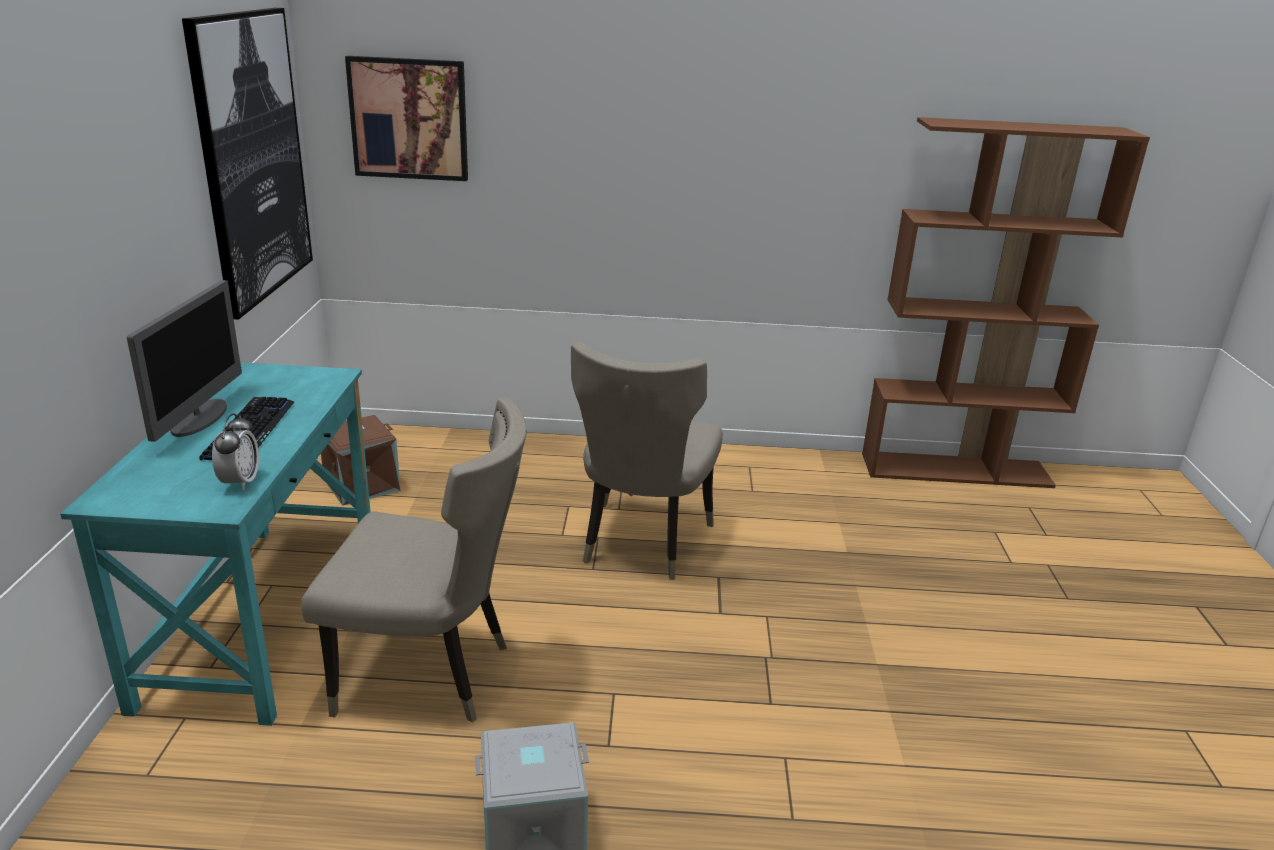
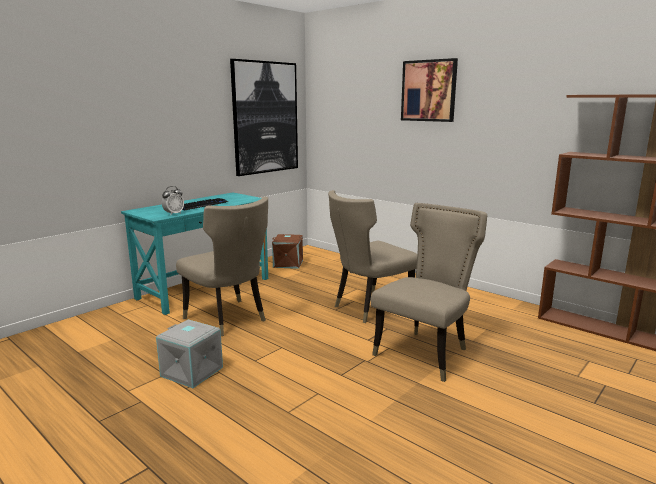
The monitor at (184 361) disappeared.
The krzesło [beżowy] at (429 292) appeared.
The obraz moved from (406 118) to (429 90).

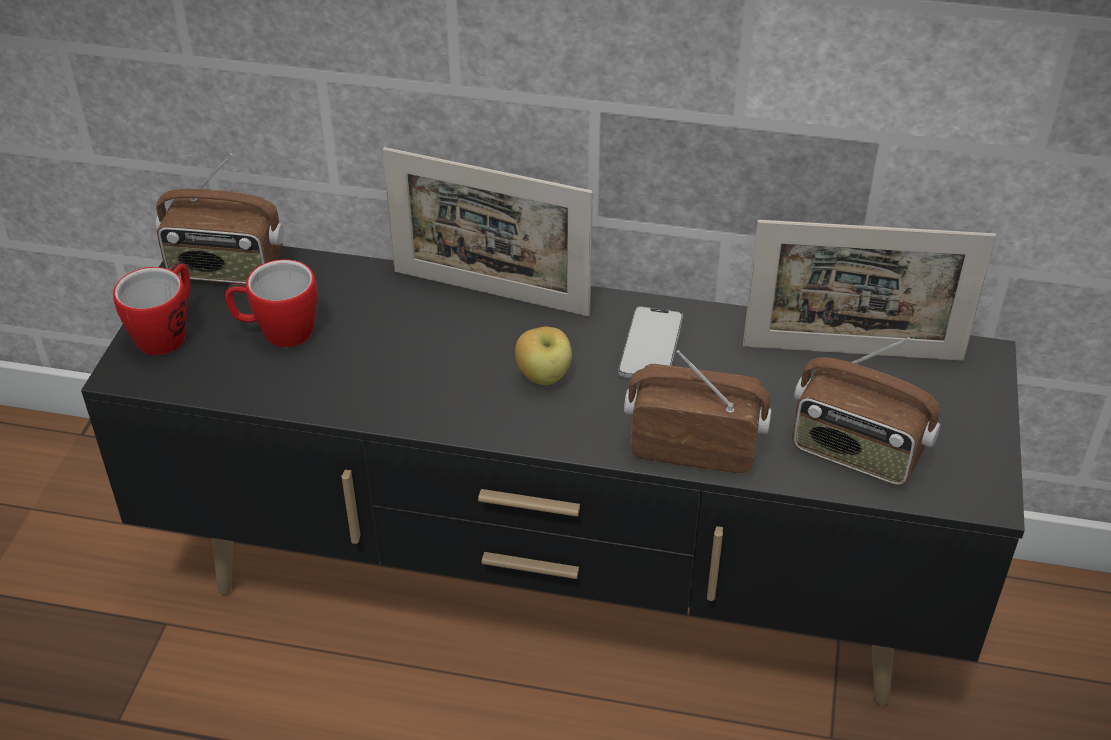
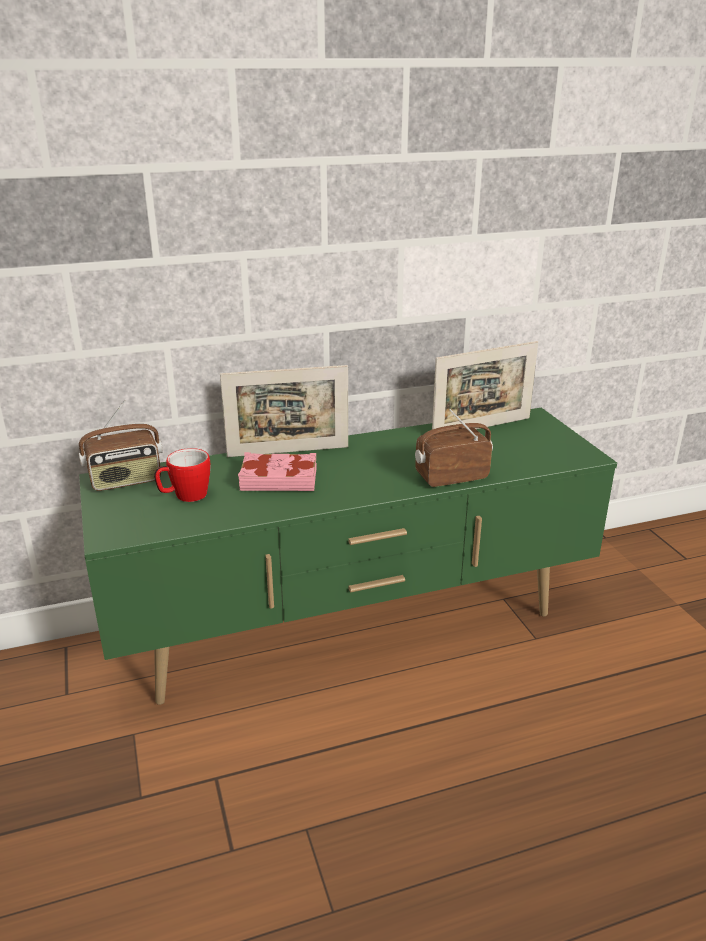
The kubek at (151 308) disappeared.
The jabłko at (543 356) disappeared.
The telefon at (650 342) disappeared.
The radio at (866 411) disappeared.
The książka [różowy] at (277 471) appeared.
The szafka pod telewizor [czarny] at (553 475) became the szafka pod telewizor [zielony] at (348 556).

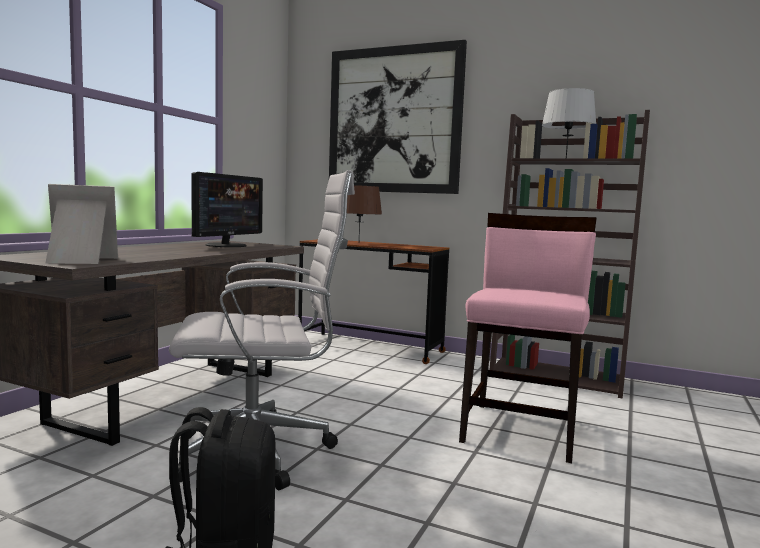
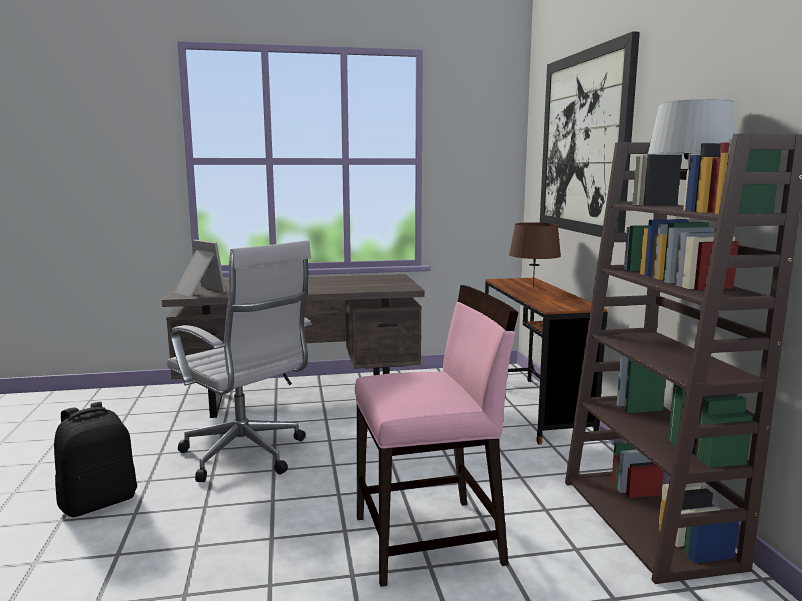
The monitor at (227 209) disappeared.

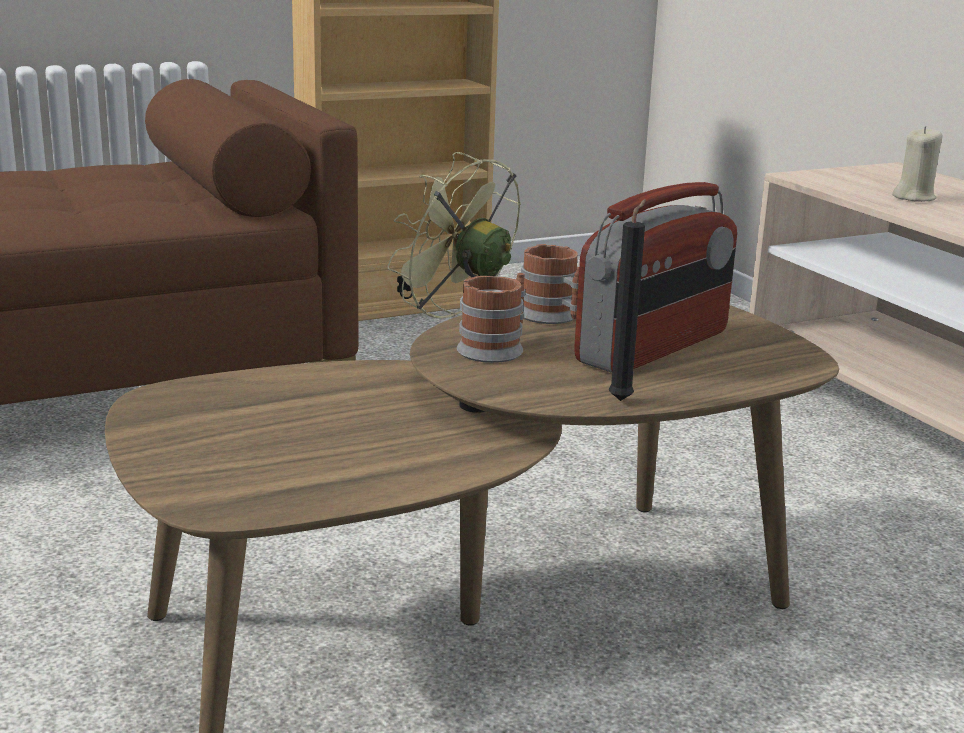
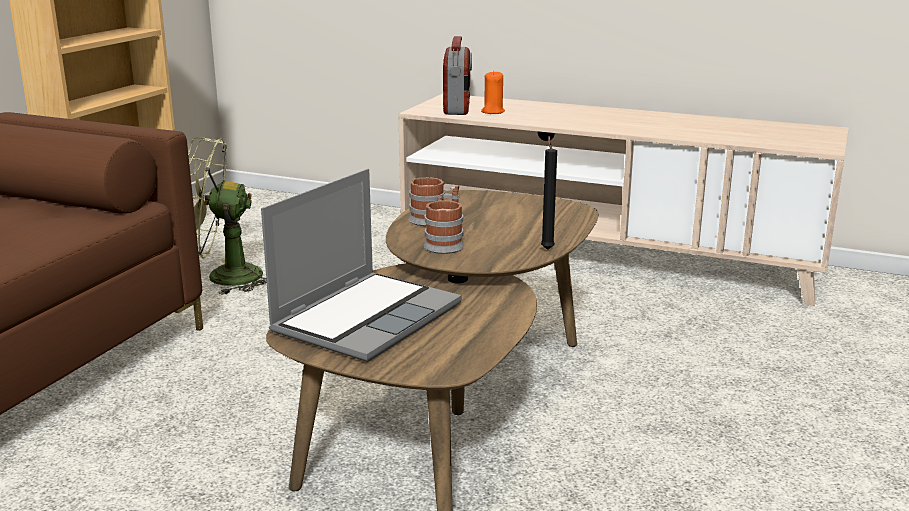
The laptop at (361 265) appeared.
The radio moved from (655 277) to (457 75).
The świeca [beżowy] at (917 164) became the świeca [pomarańczowy] at (493 92).

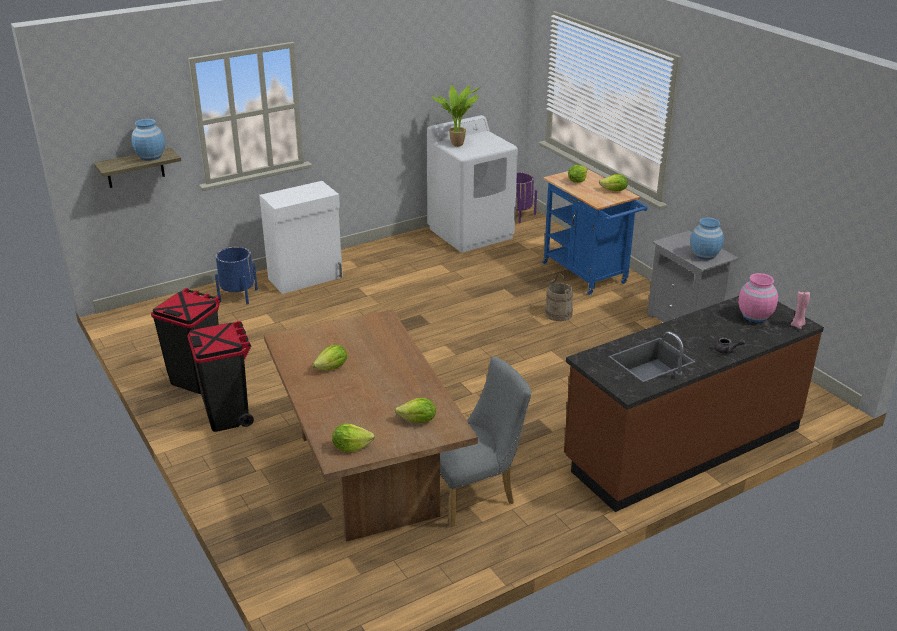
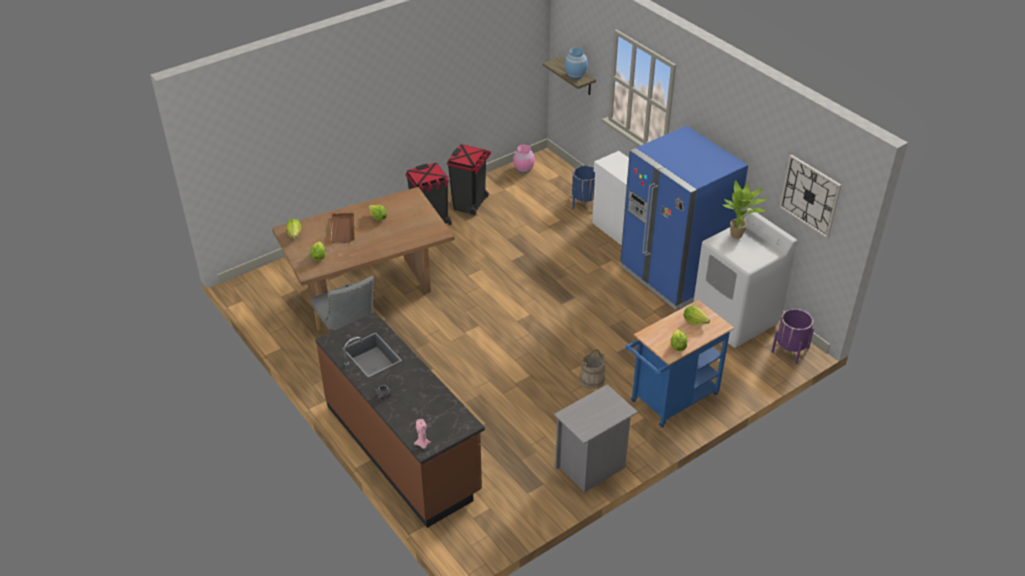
The wazon [niebieski] at (707 239) disappeared.
The taca [brązowy] at (342 228) appeared.
The lodówka [niebieski] at (684 218) appeared.
The zegar ścienny at (810 196) appeared.
The wazon [różowy] moved from (758 297) to (524 159).

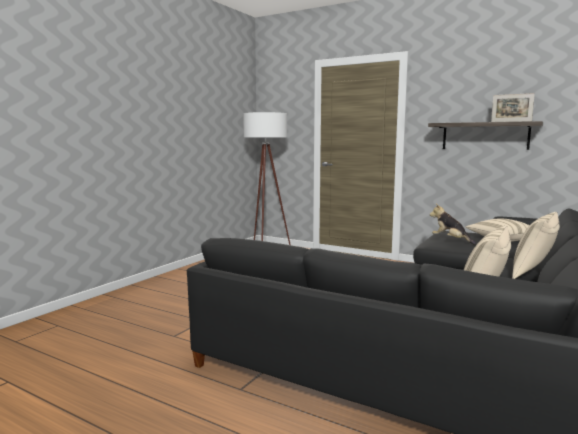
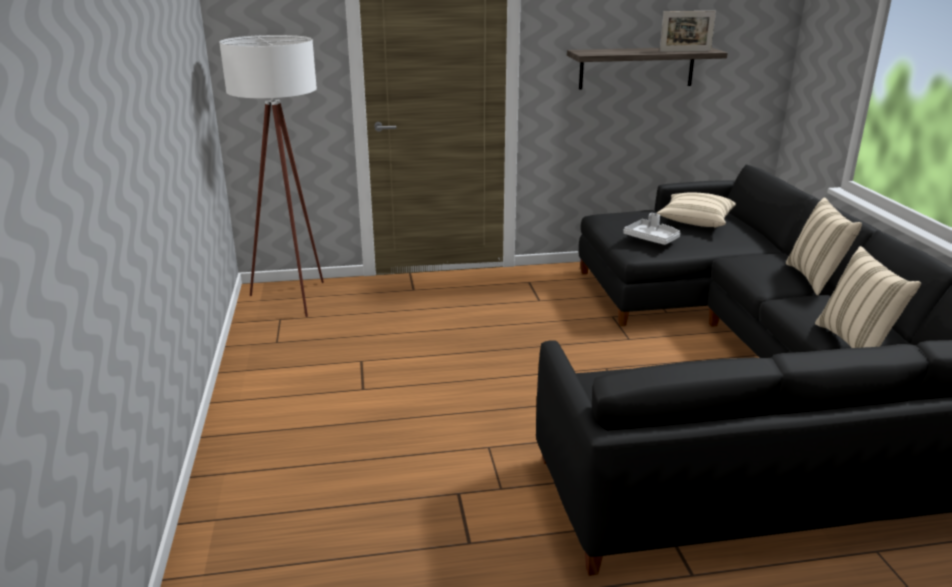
The pluszak at (453 224) was replaced by the taca [szary] at (651 229).

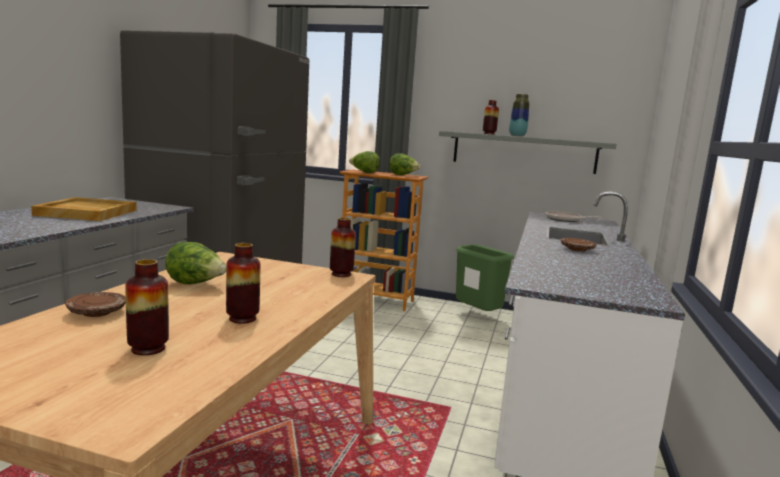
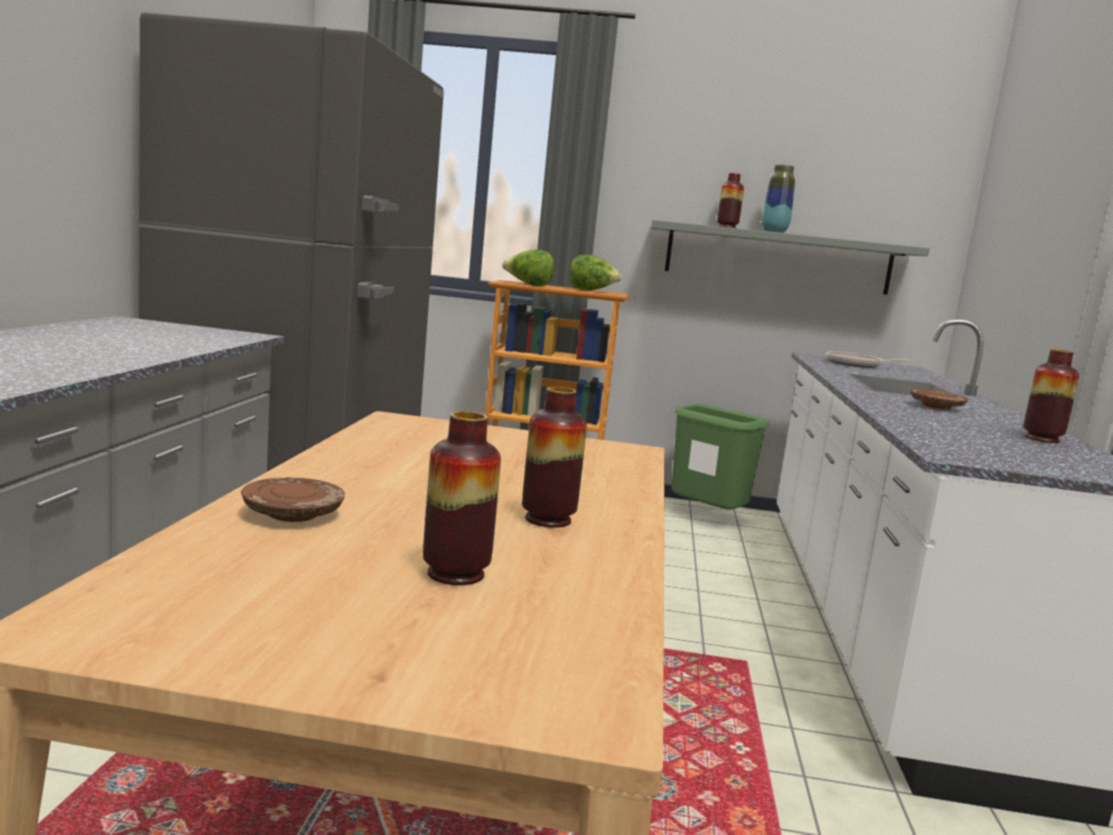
The taca [beżowy] at (84 209) disappeared.
The sałata at (195 263) disappeared.
The wazon moved from (343 247) to (1051 396).

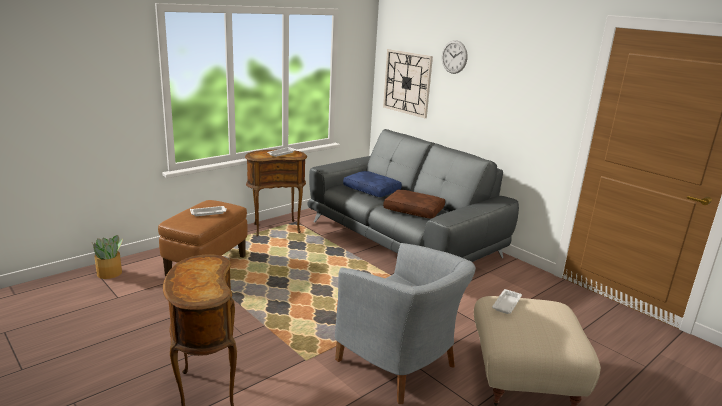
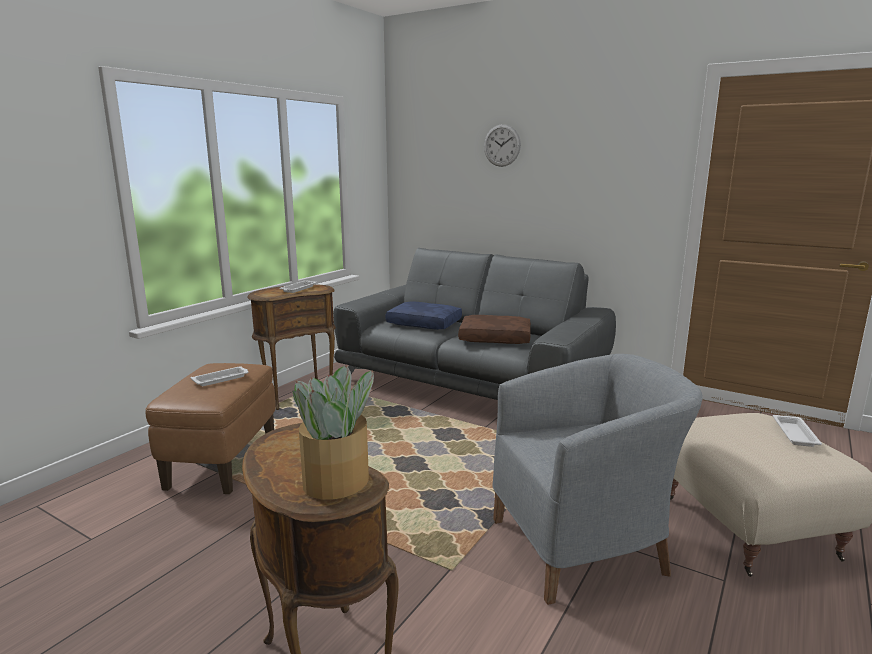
The zegar ścienny at (408 83) disappeared.
The roślina doniczkowa moved from (107 257) to (333 432).
The taca [biały] moved from (507 301) to (797 431).
The fotel [szary] at (405 323) turned 45 degrees counterclockwise.

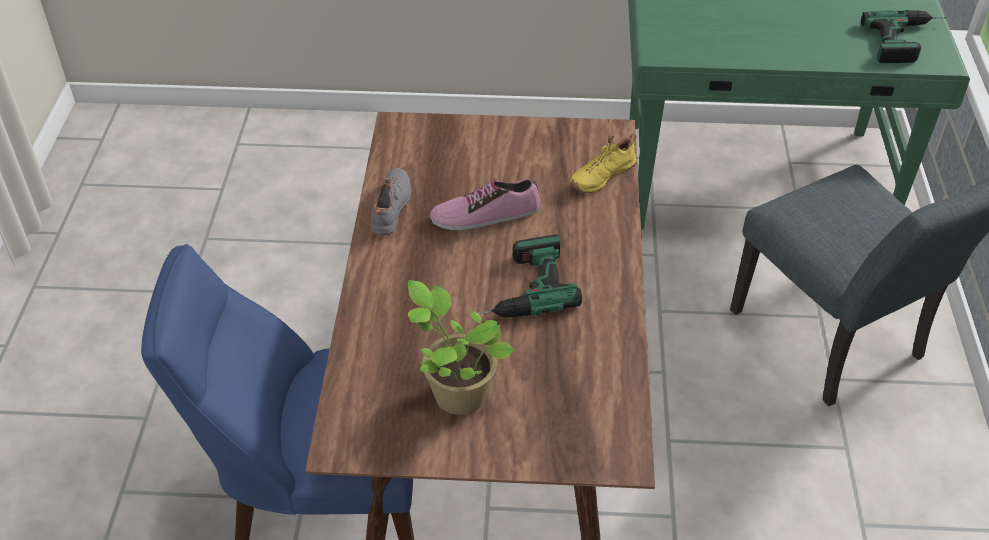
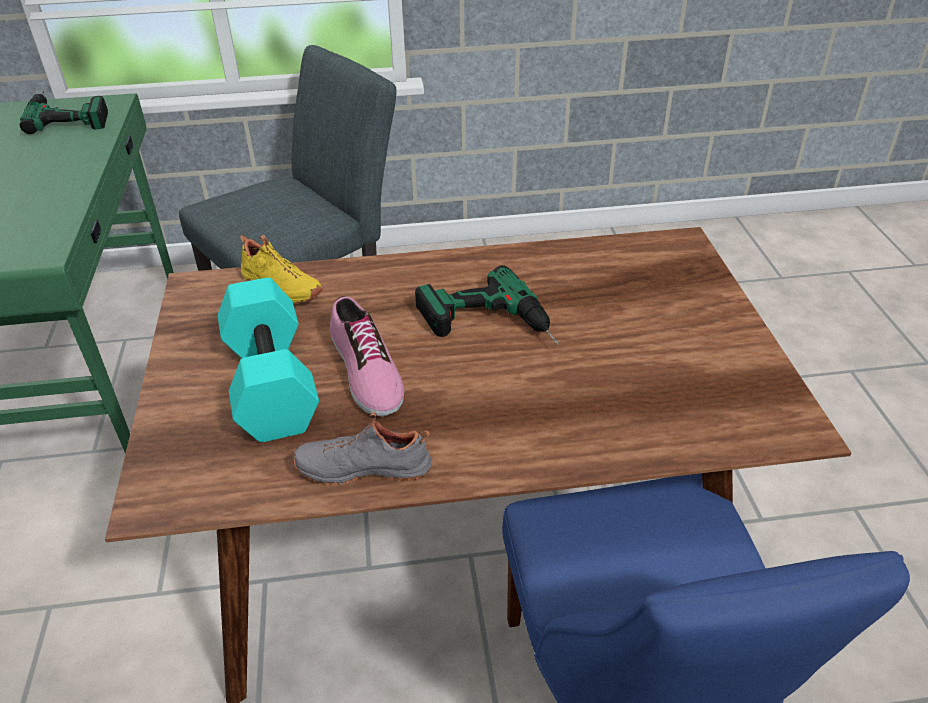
The roślina doniczkowa at (461 347) disappeared.
The hantel [turkusowy] at (268 359) appeared.

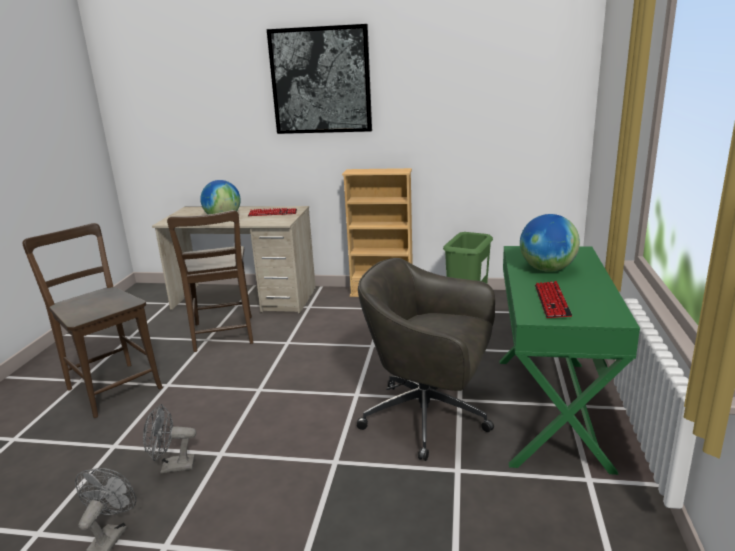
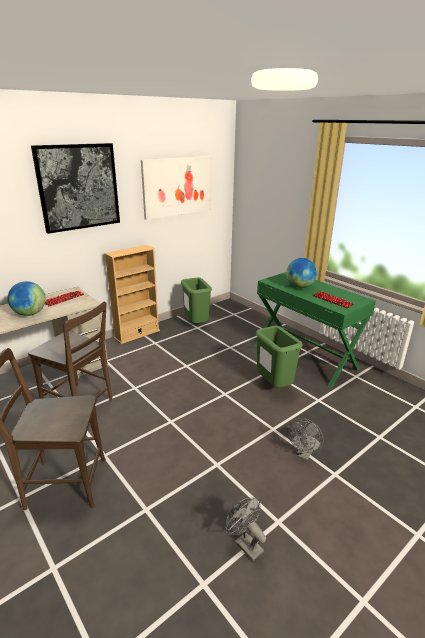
The obraz at (176 188) appeared.
The wentylator [szary] moved from (169 438) to (306 439).
The krzesło biurowe [szary] at (426 359) was replaced by the kosz na śmieci [zielony] at (279 356).

